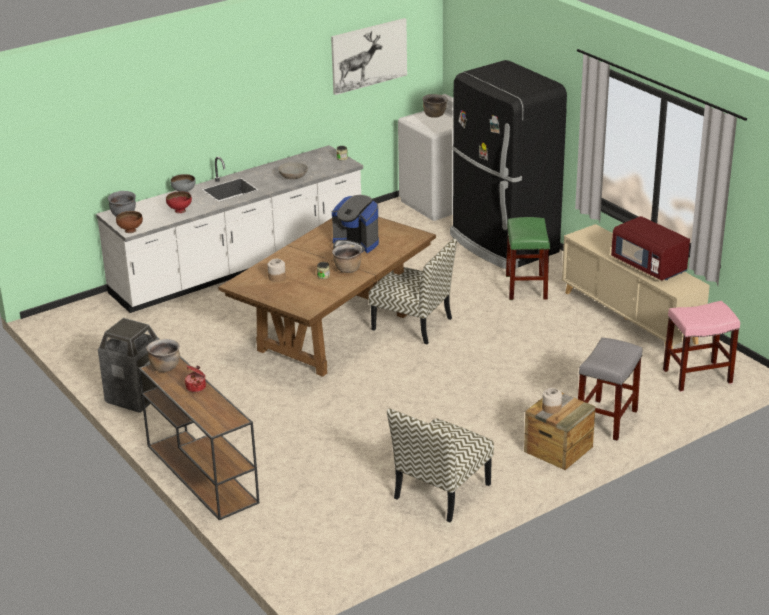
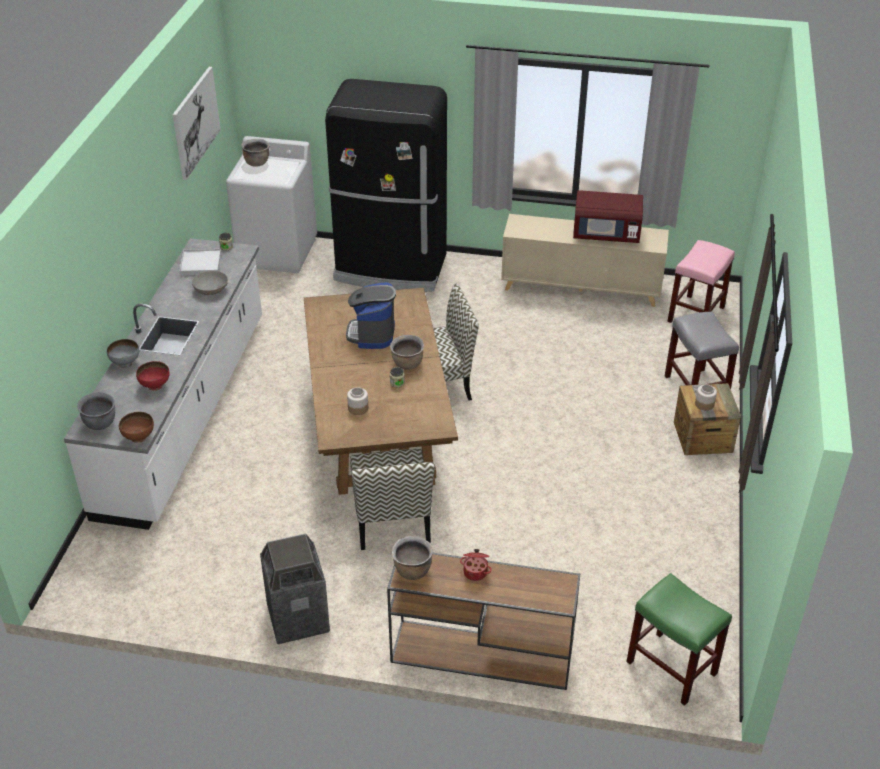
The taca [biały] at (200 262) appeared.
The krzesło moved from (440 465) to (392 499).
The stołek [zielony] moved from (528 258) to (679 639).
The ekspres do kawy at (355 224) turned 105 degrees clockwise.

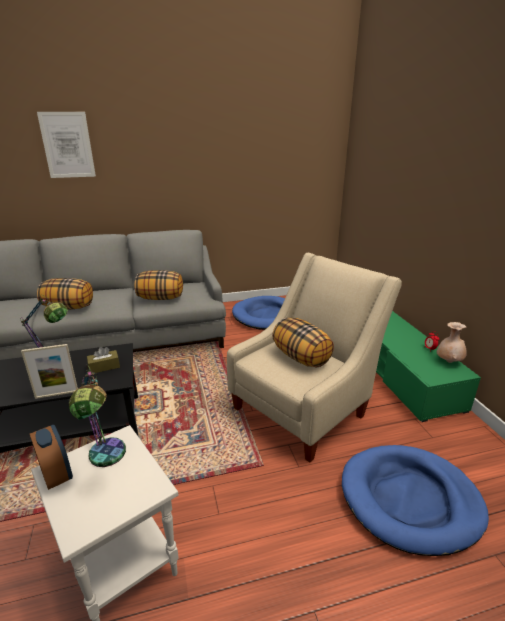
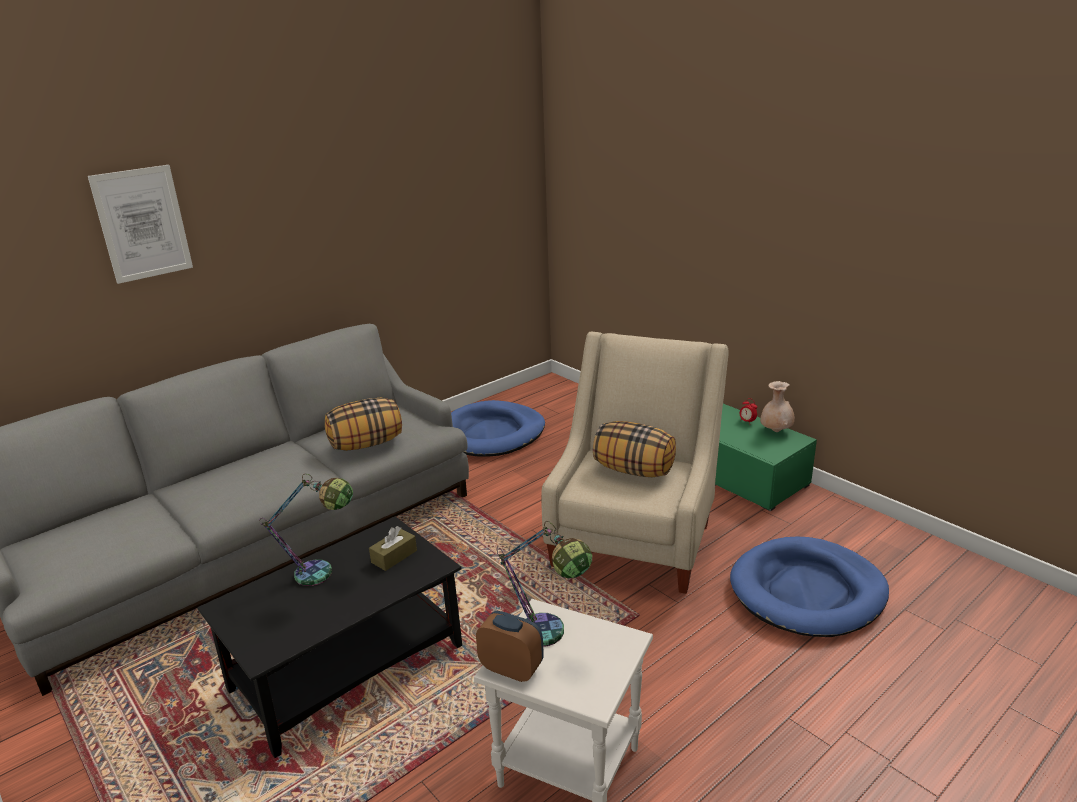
The ramka na zdjęcie at (49 371) disappeared.
The poduszka at (65 293) disappeared.

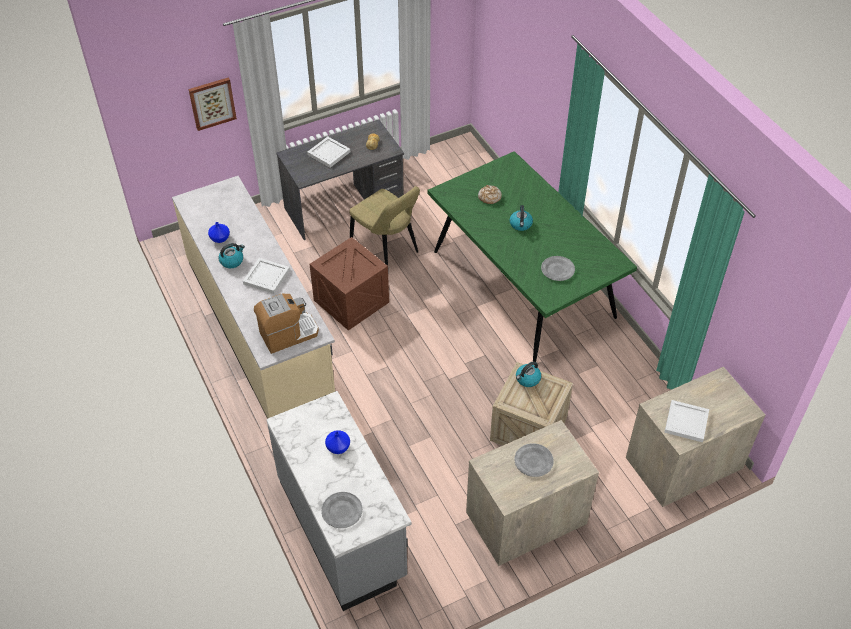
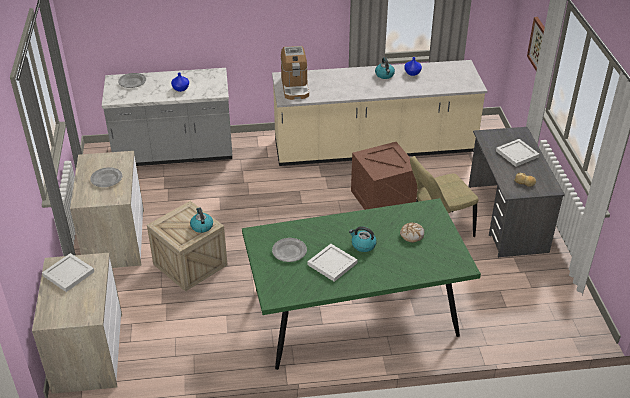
The taca [biały] moved from (266 276) to (333 263).

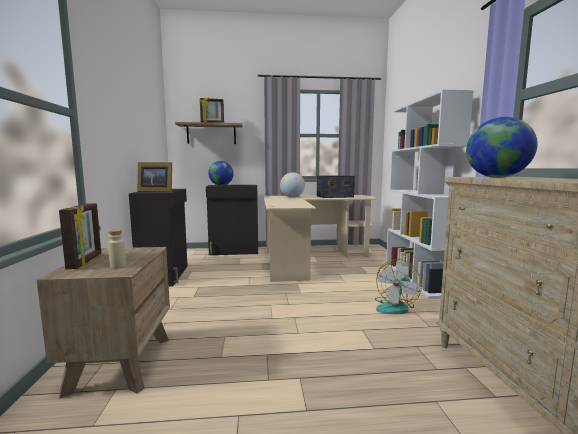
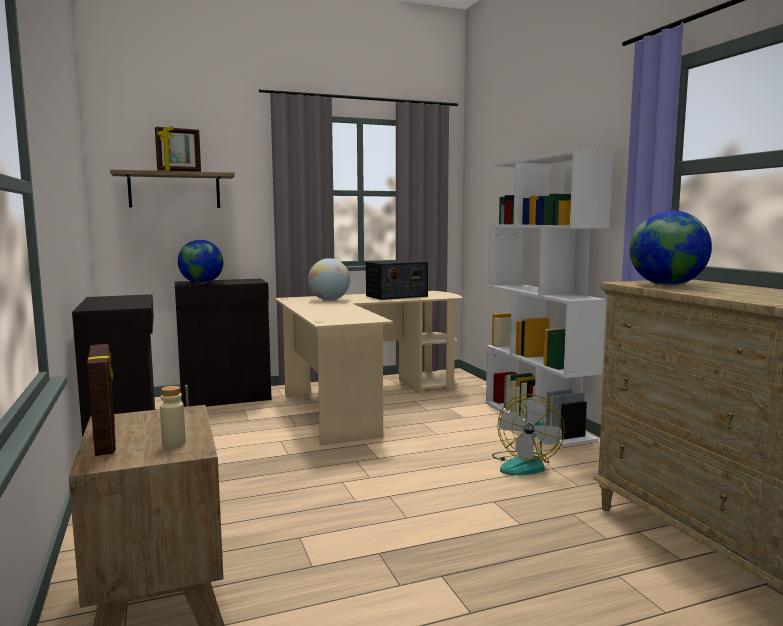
The ramka na zdjęcie at (154 177) disappeared.

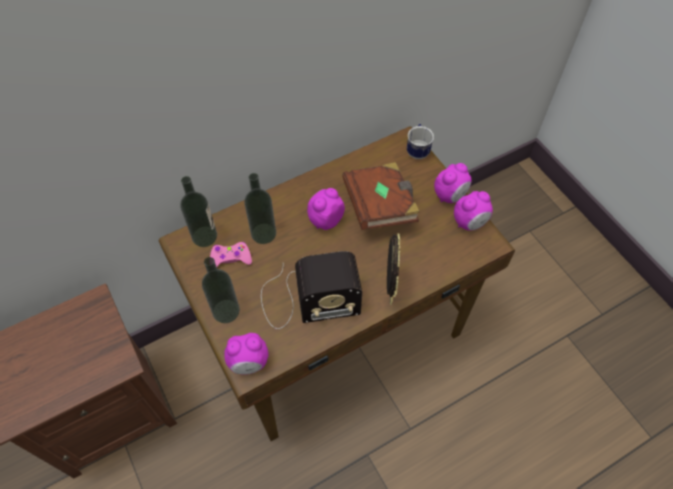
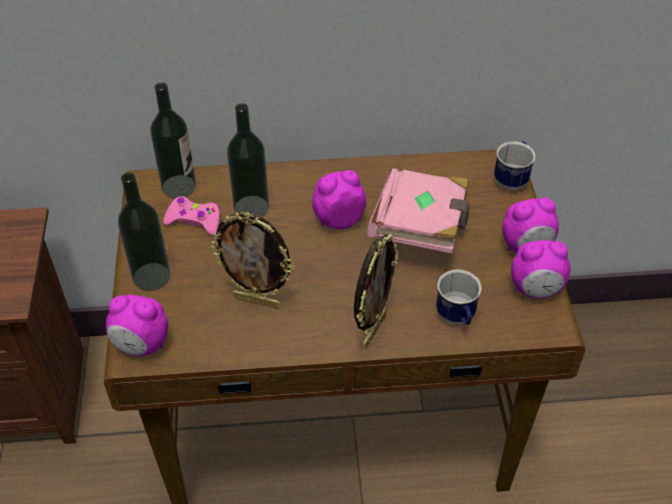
The kubek at (459 297) appeared.
The radio at (311 290) was replaced by the ramka na zdjęcie at (252 260).
The książka [brązowy] at (381 196) became the książka [różowy] at (418 210).

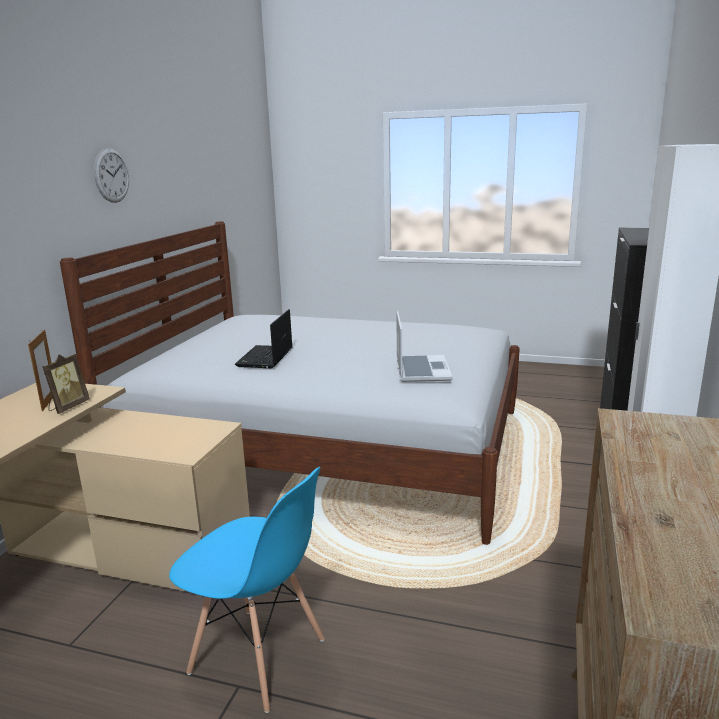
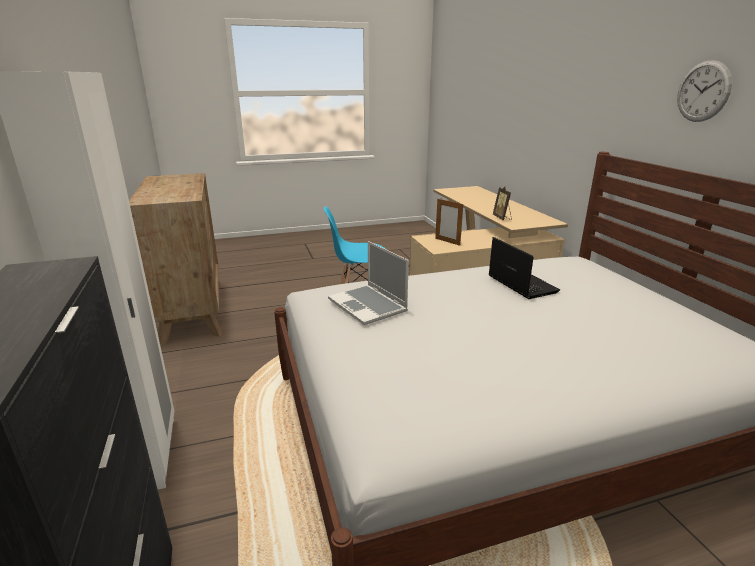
The ramka na zdjęcie moved from (40 370) to (449 222).

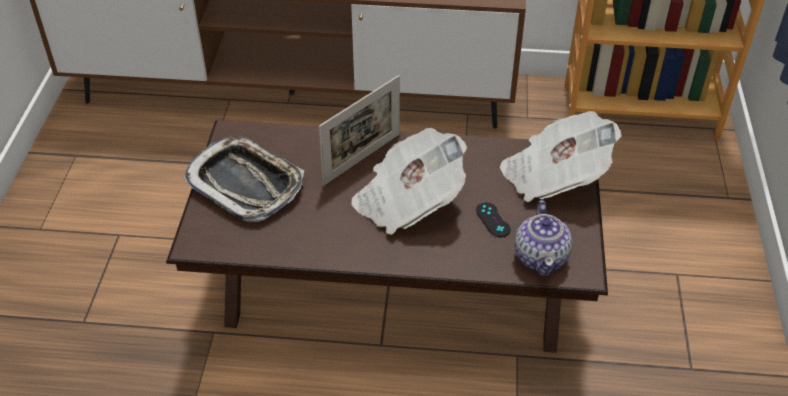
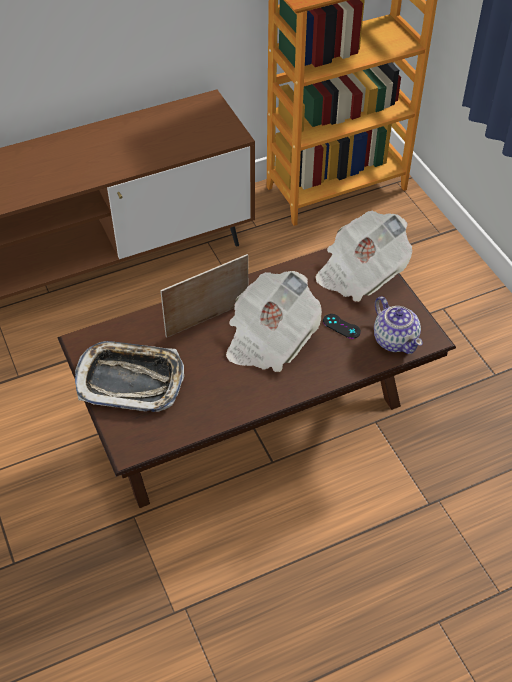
The ramka na zdjęcie at (359 130) turned 135 degrees counterclockwise.

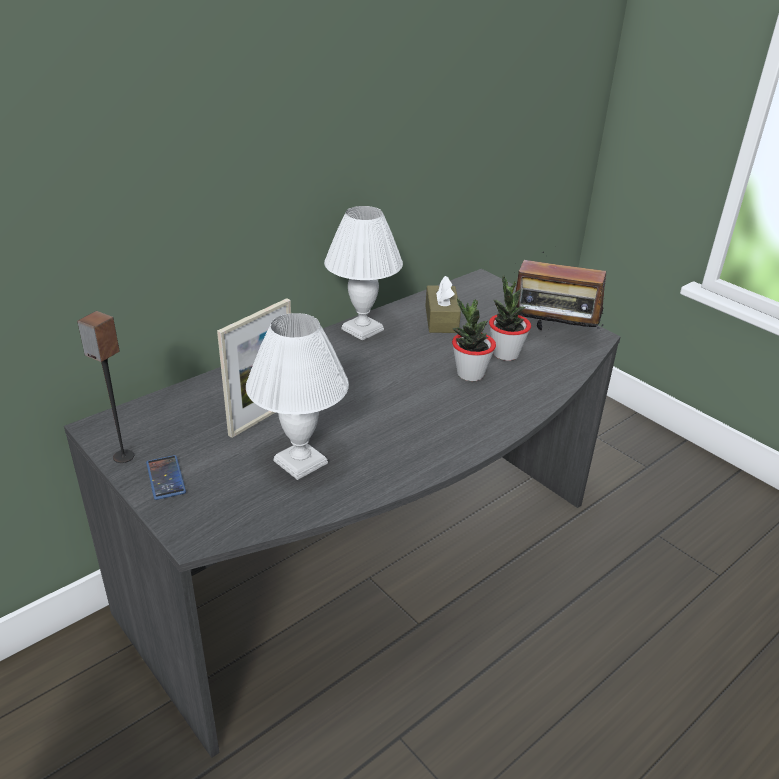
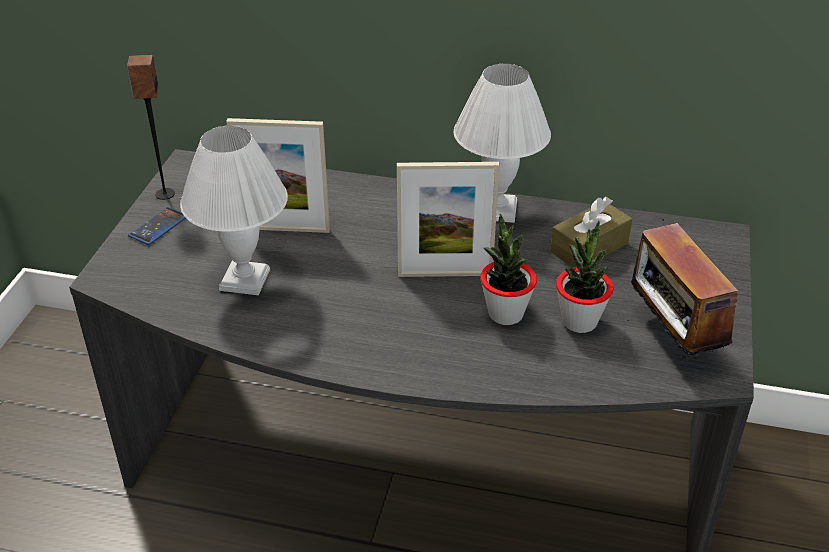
The ramka na zdjęcie at (448 219) appeared.

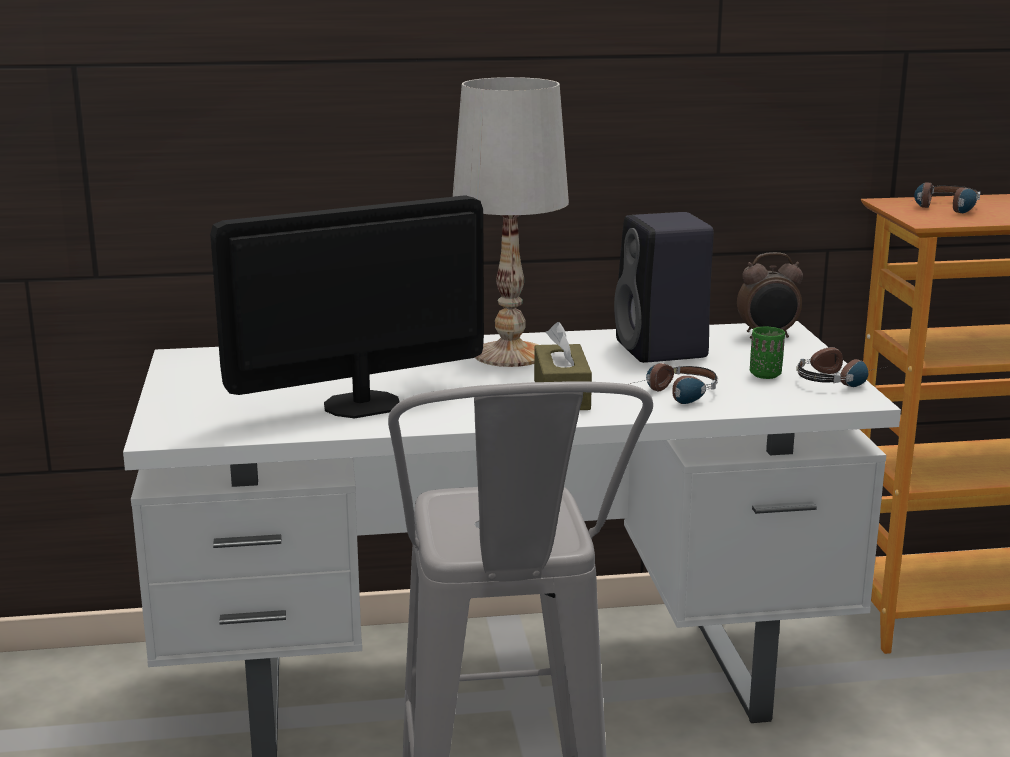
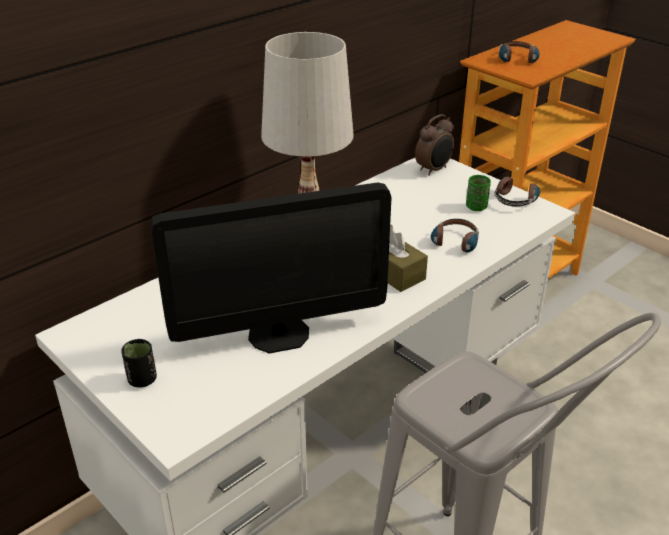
The głośnik [czarny] at (664 287) disappeared.
The filiżanka [czarny] at (139 363) appeared.
The monitor at (347 306) turned 135 degrees counterclockwise.

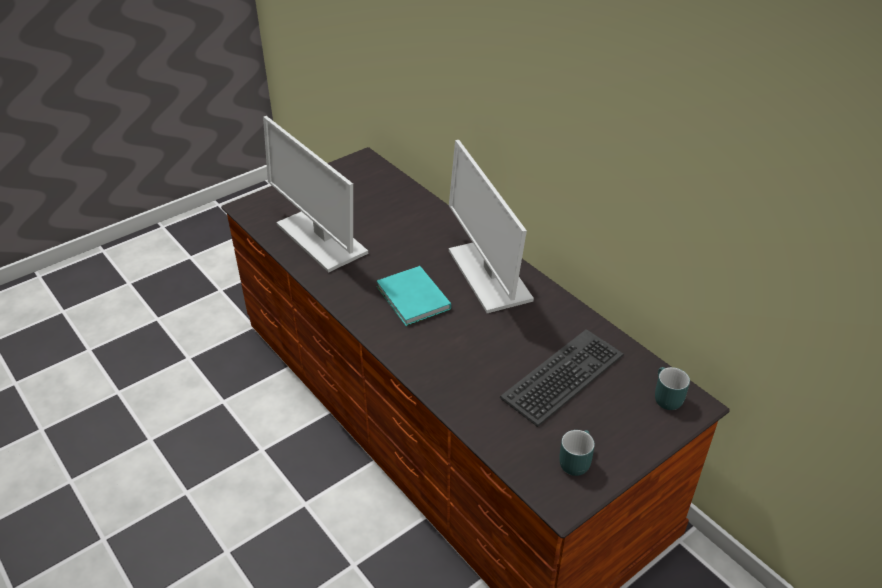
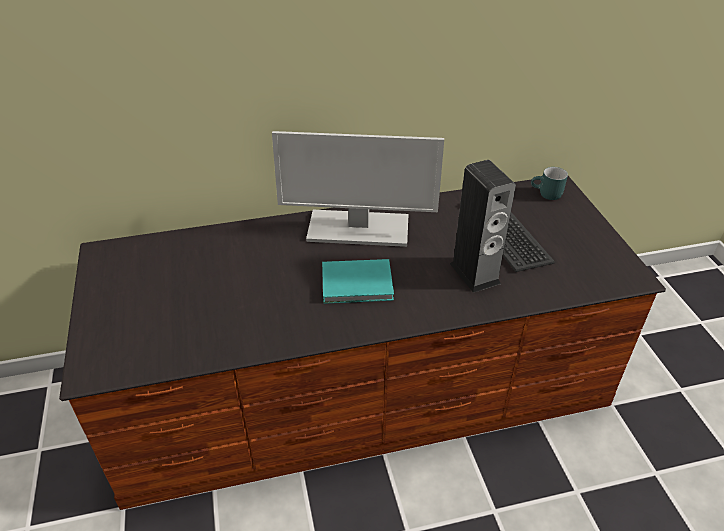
The monitor at (315 194) disappeared.
The kubek [turkusowy] at (577 453) disappeared.
The głośnik at (483 226) appeared.

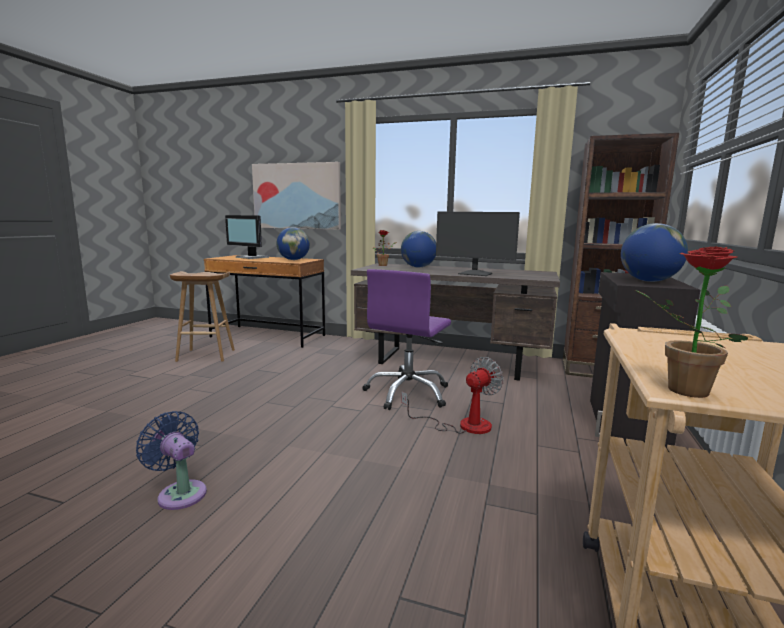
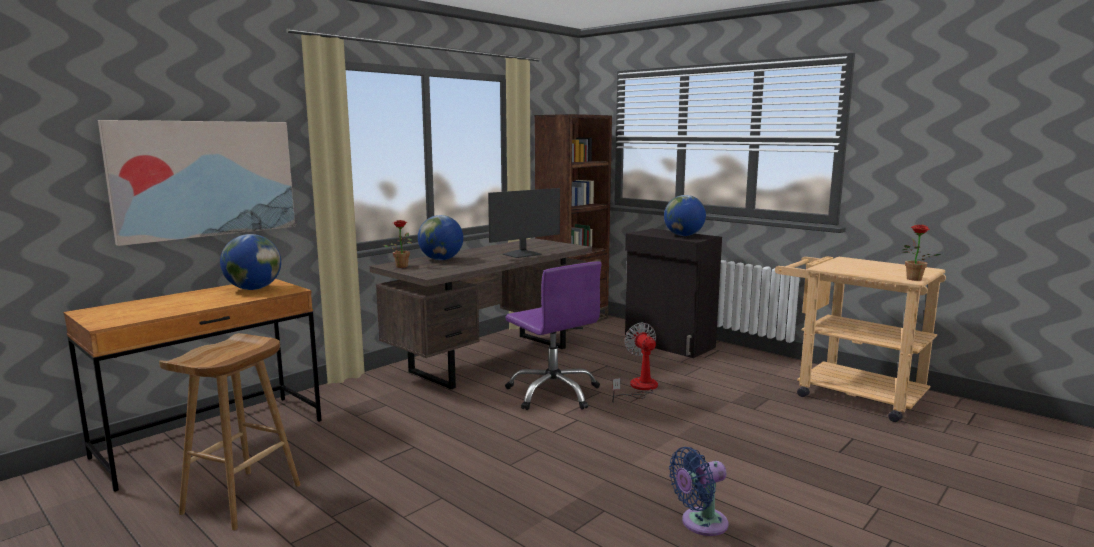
The monitor at (247 237) disappeared.

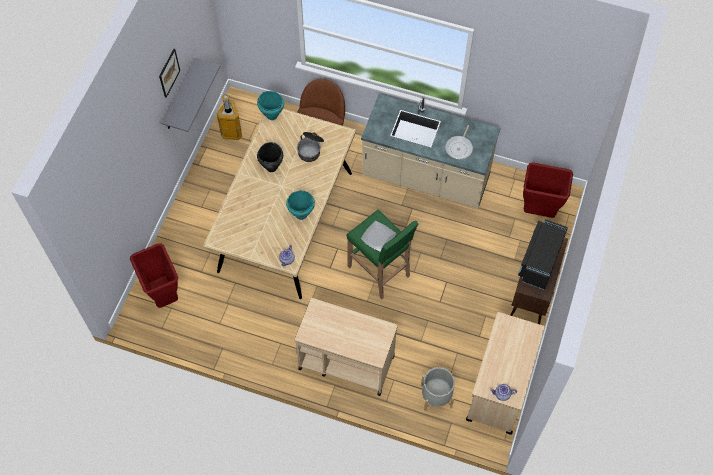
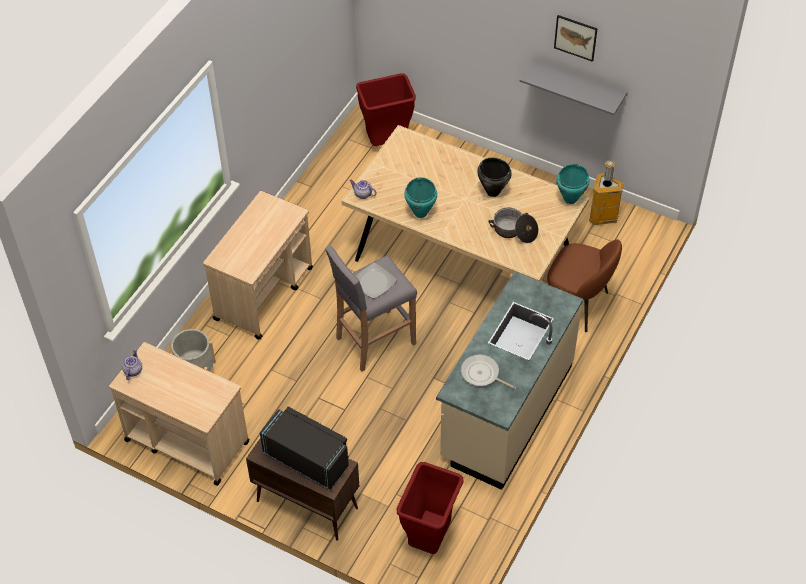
The stołek [zielony] at (382 254) became the stołek [szary] at (371 308).

